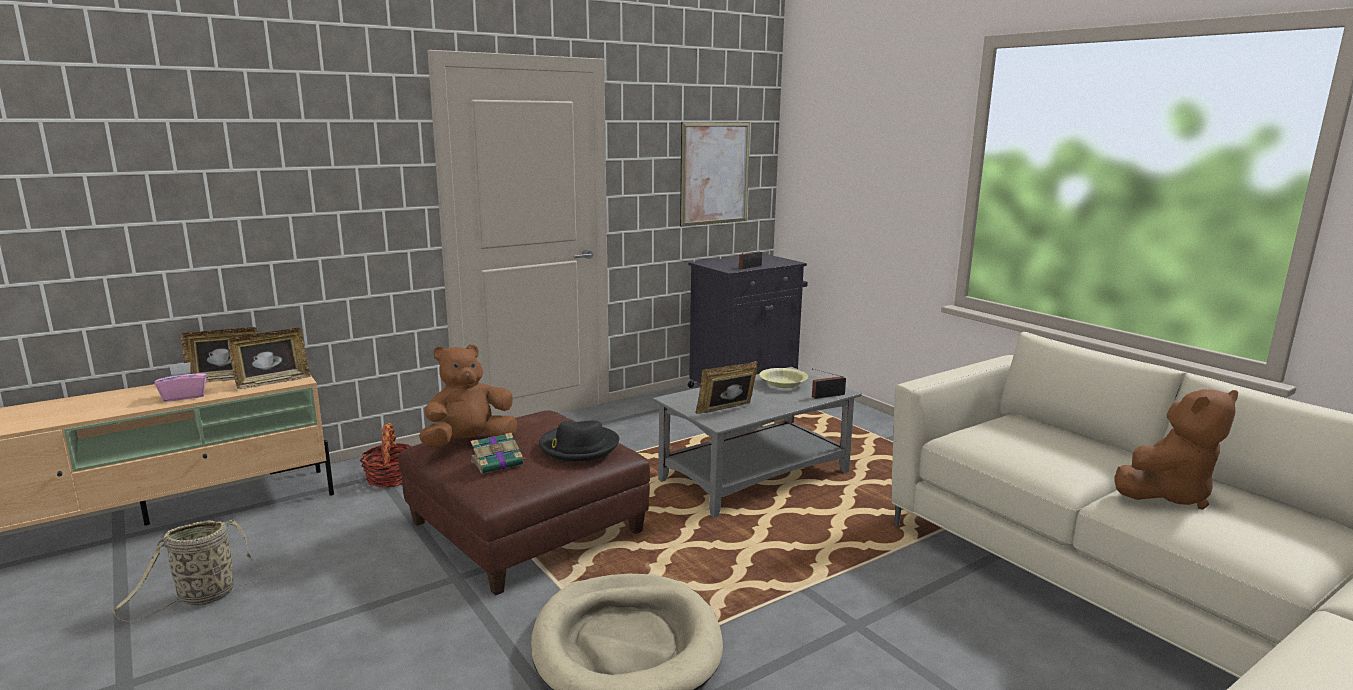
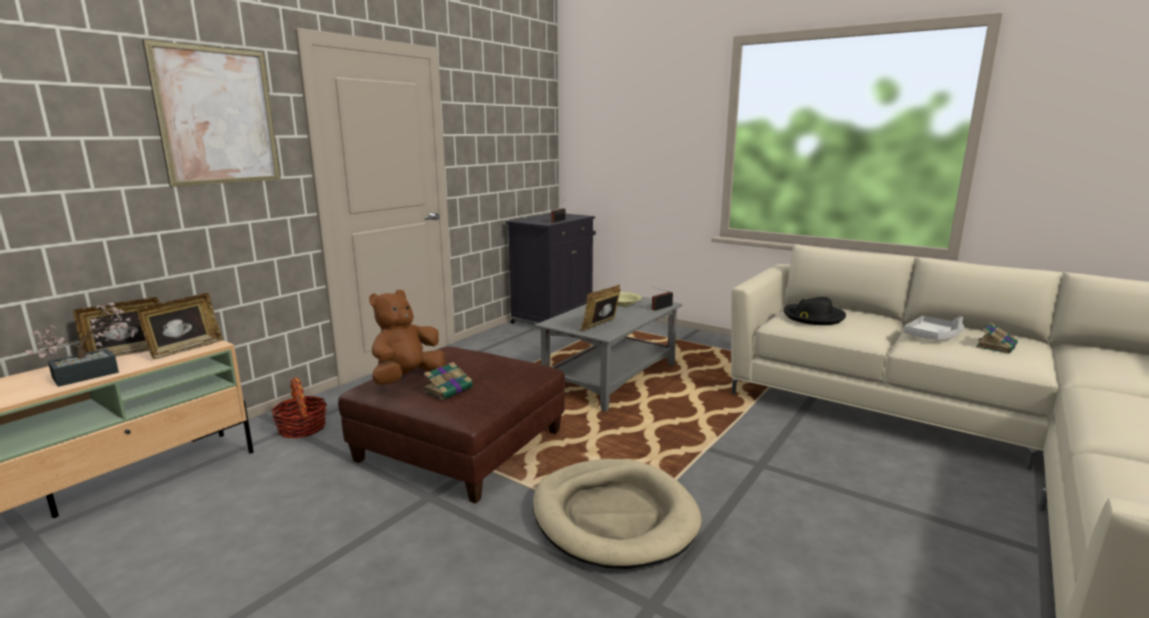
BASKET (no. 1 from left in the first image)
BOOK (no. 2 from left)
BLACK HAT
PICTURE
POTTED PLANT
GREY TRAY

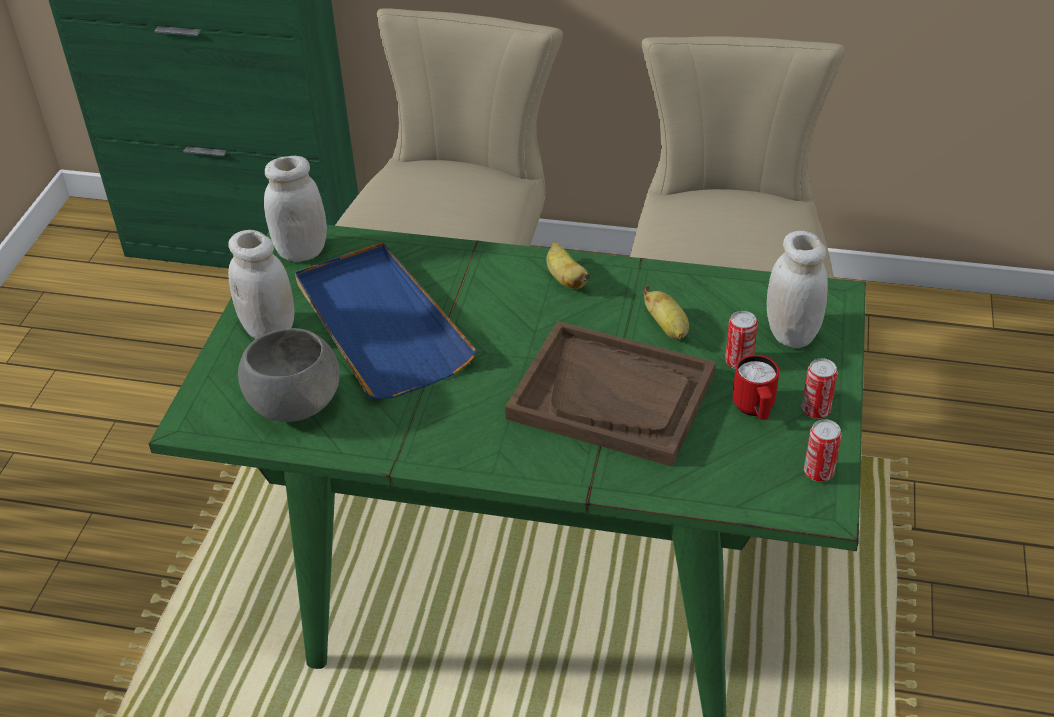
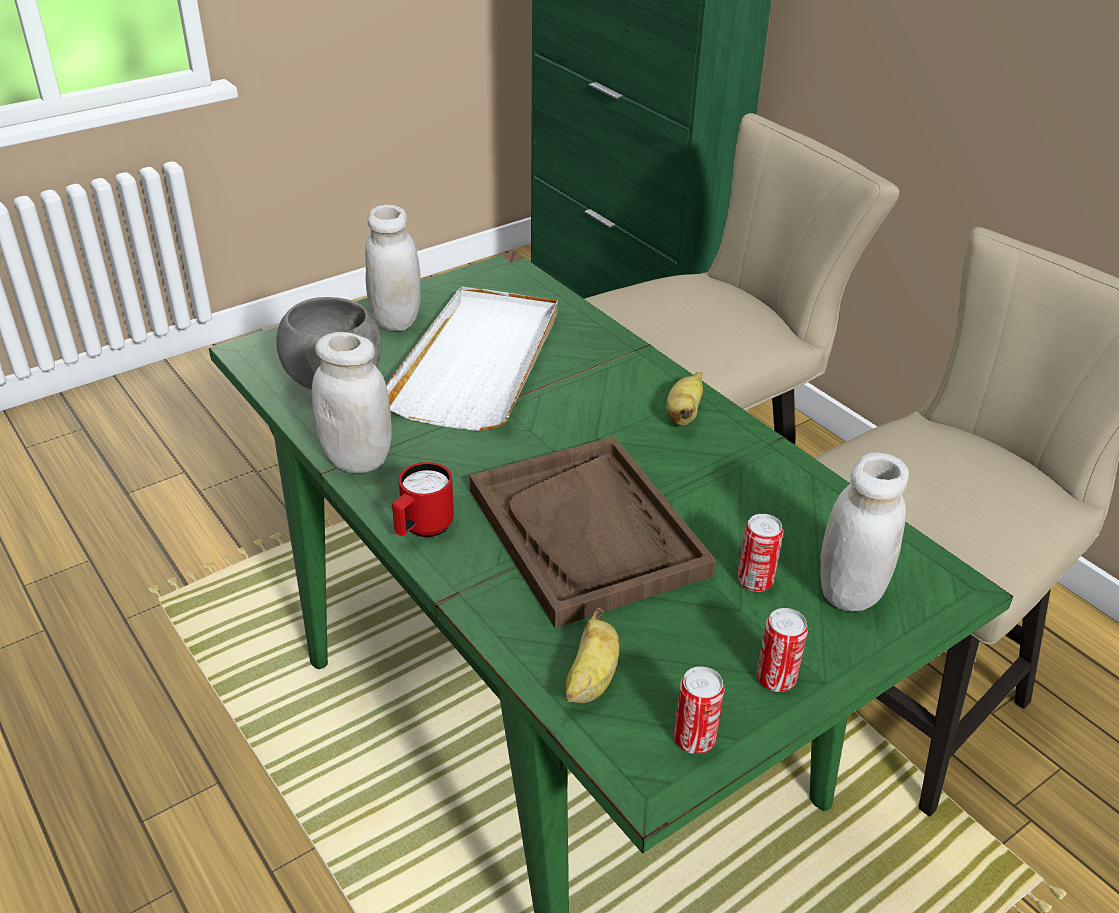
WHITE JAR (no. 1 from left)
BANANA (no. 1 from left)
RED MUG
WHITE TRAY

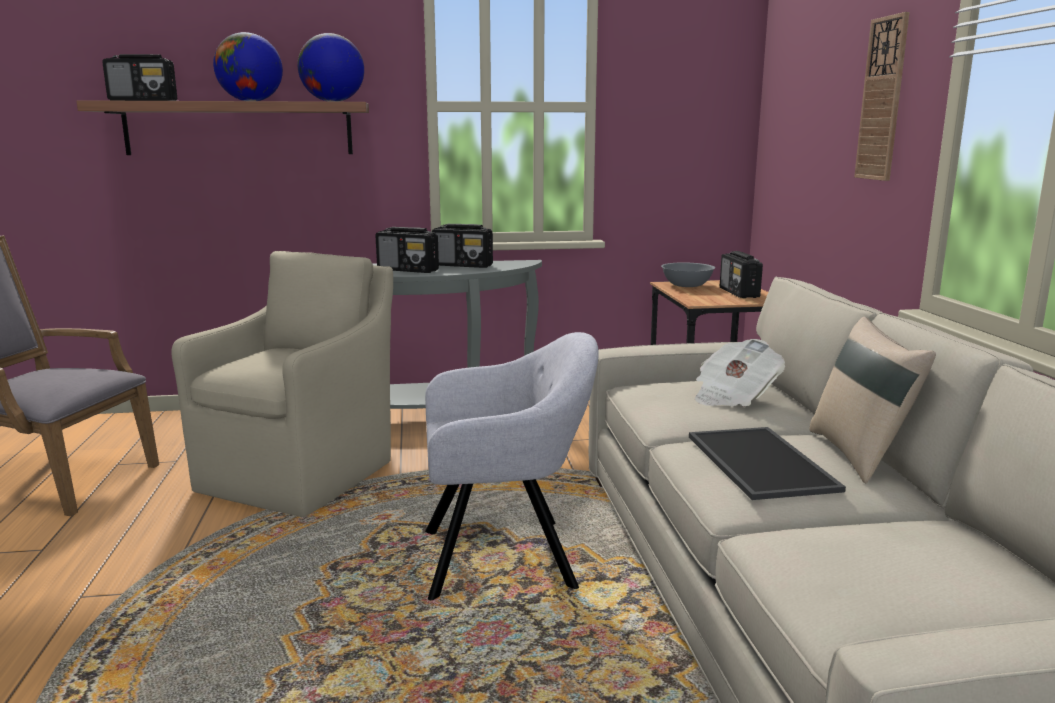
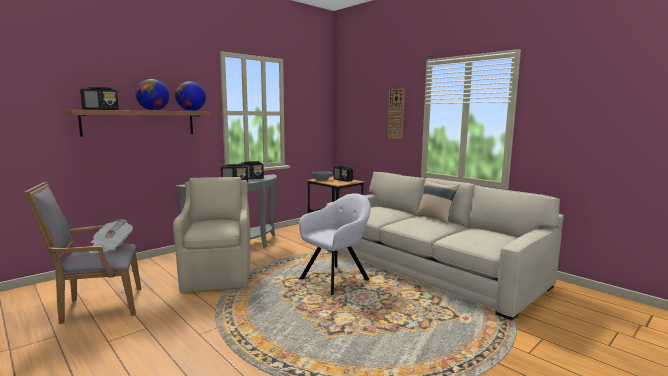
TRAY
NEWSPAPER

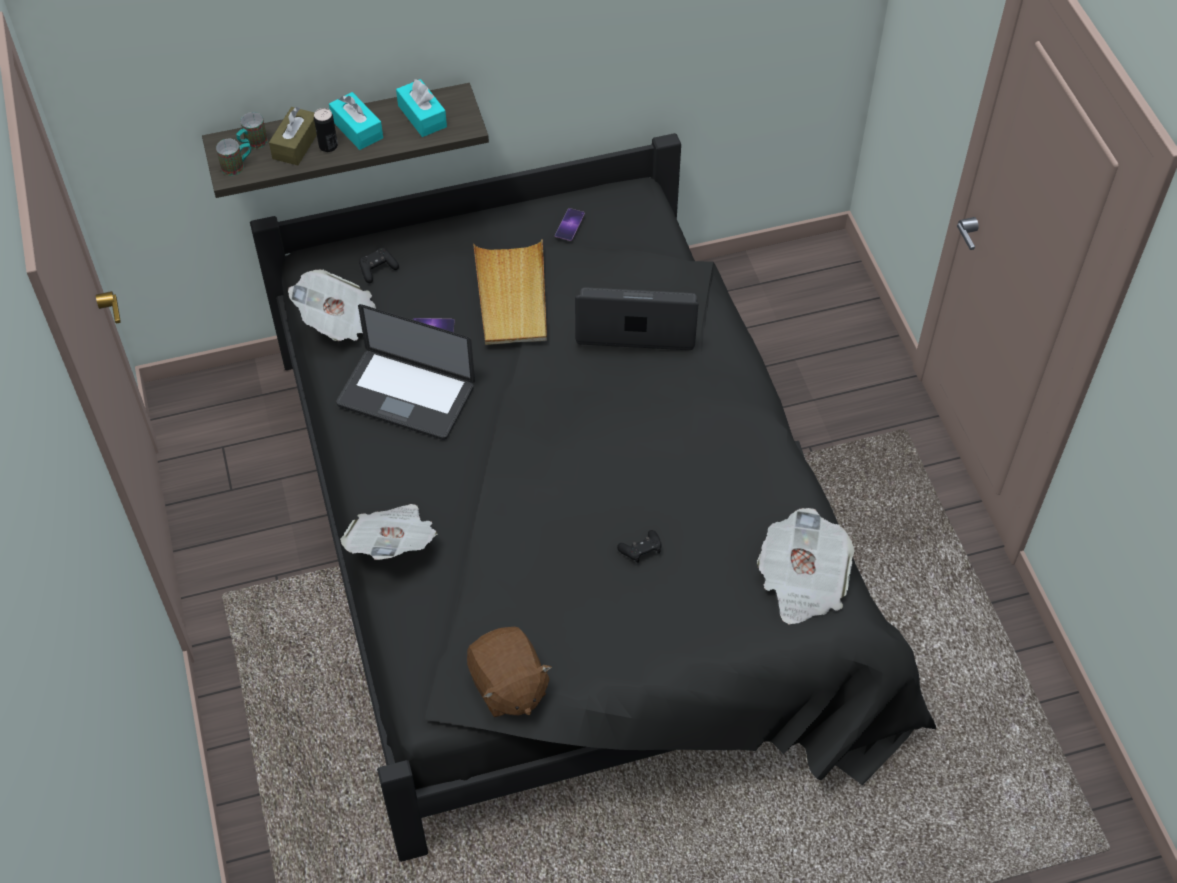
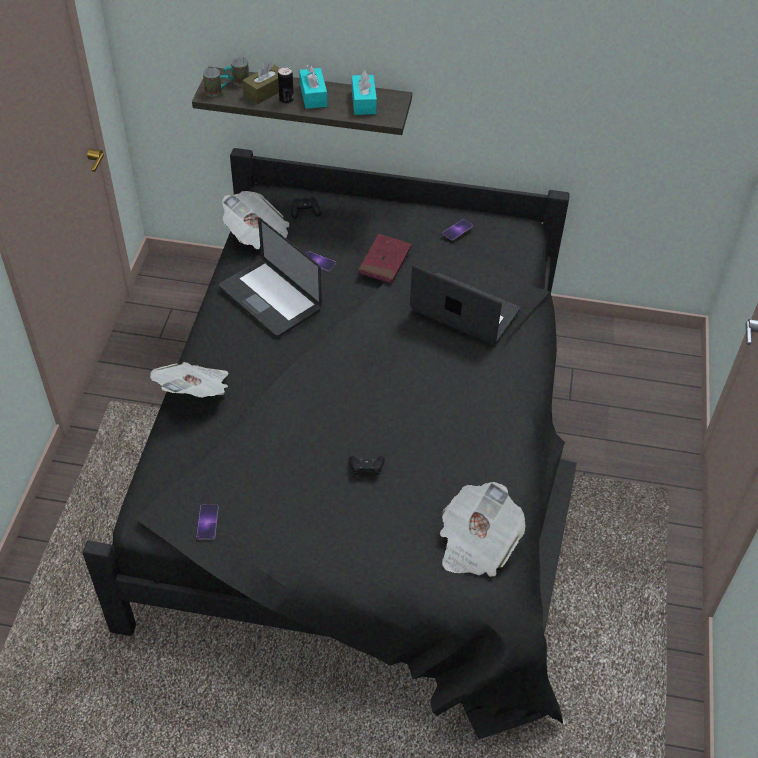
PHONE (no. 1 from left)
RED BOOK

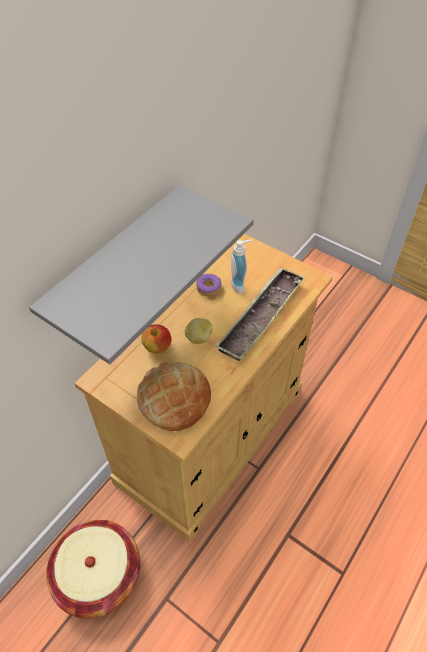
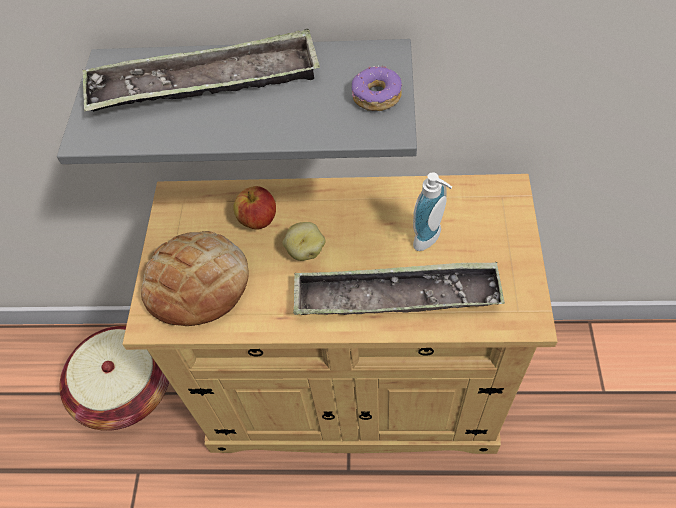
TRAY (no. 1 from left)
DONUT

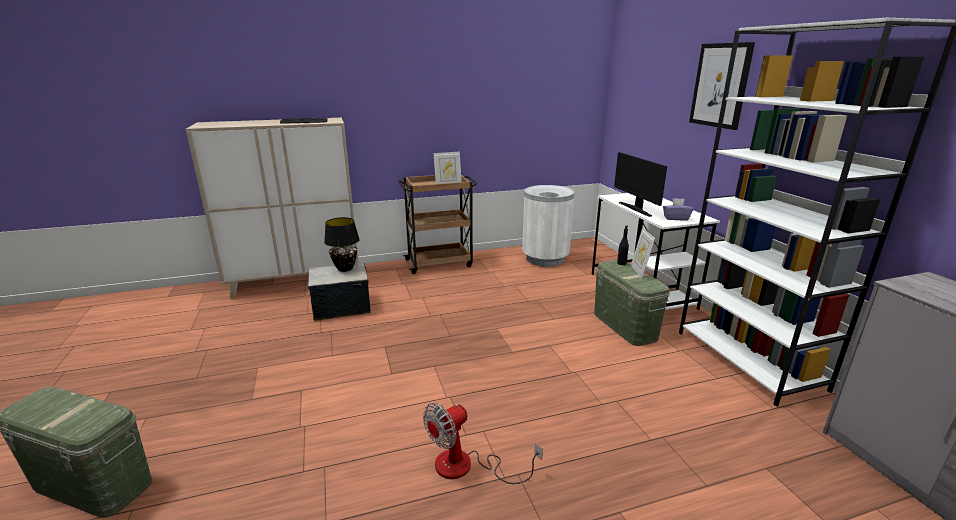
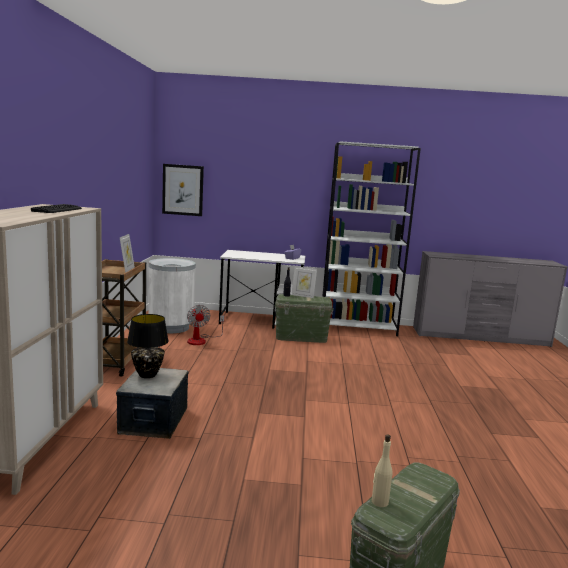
MONITOR
BEIGE BOTTLE
FAN
PICTURE

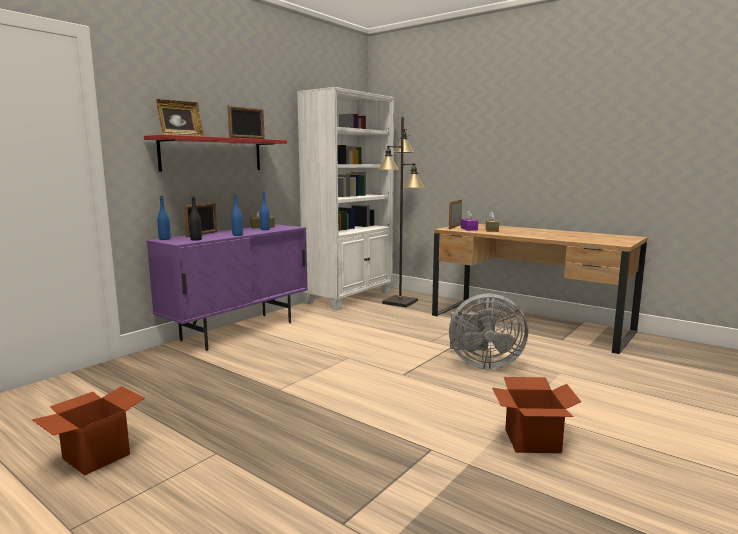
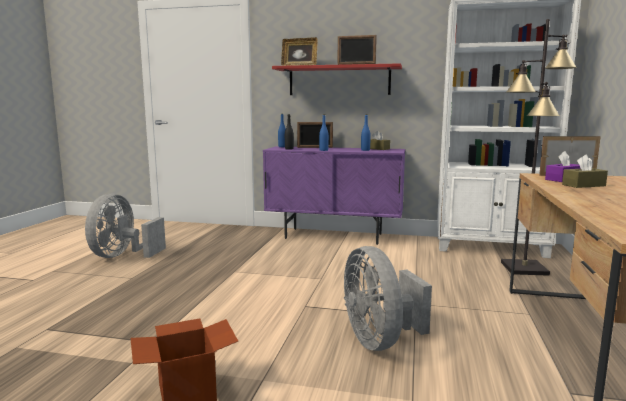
GREY FAN (no. 1 from left)

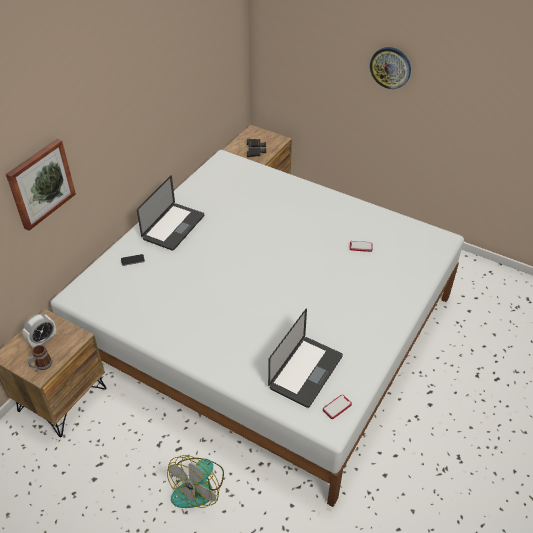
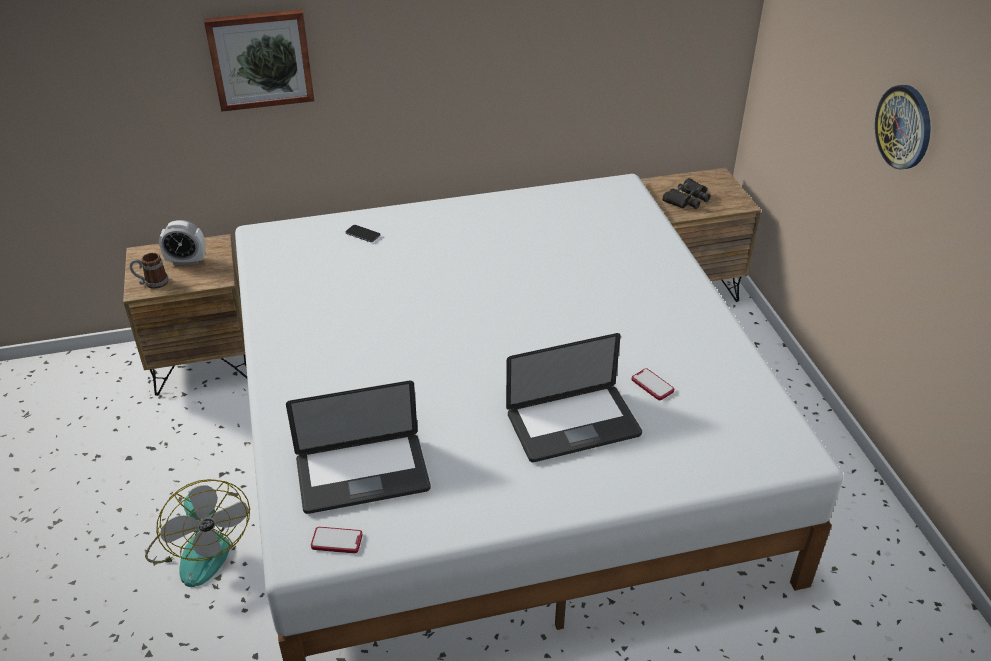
LAPTOP (no. 2 from left)
FAN

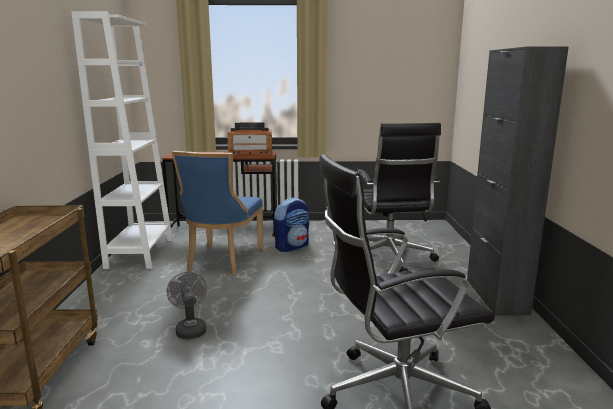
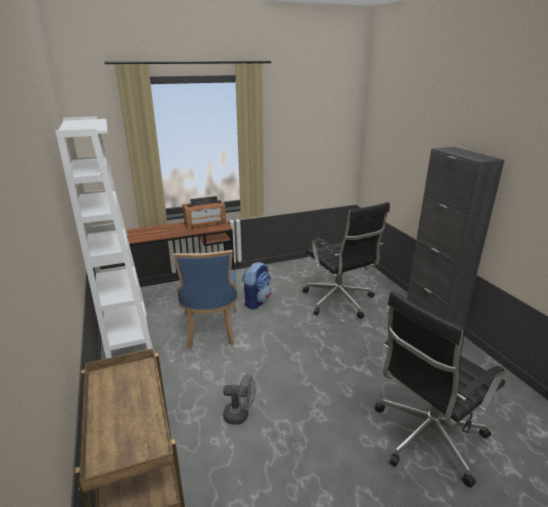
GREY FAN

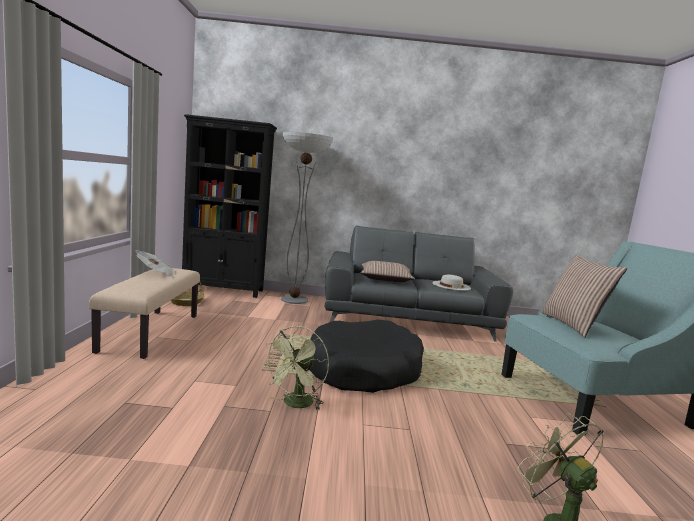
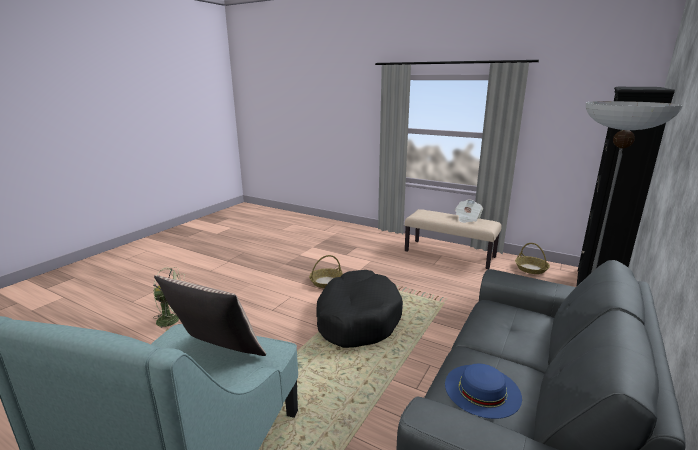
PILLOW (no. 1 from left in the first image)
BASKET (no. 1 from left)
BLUE HAT

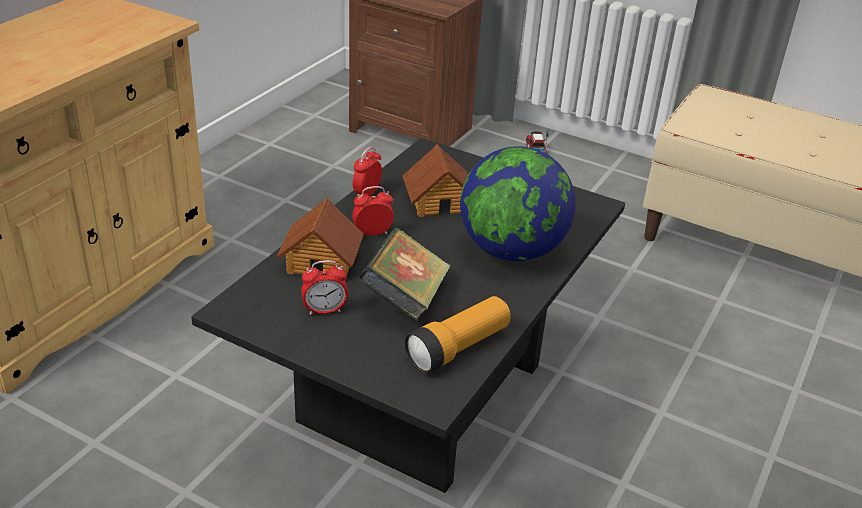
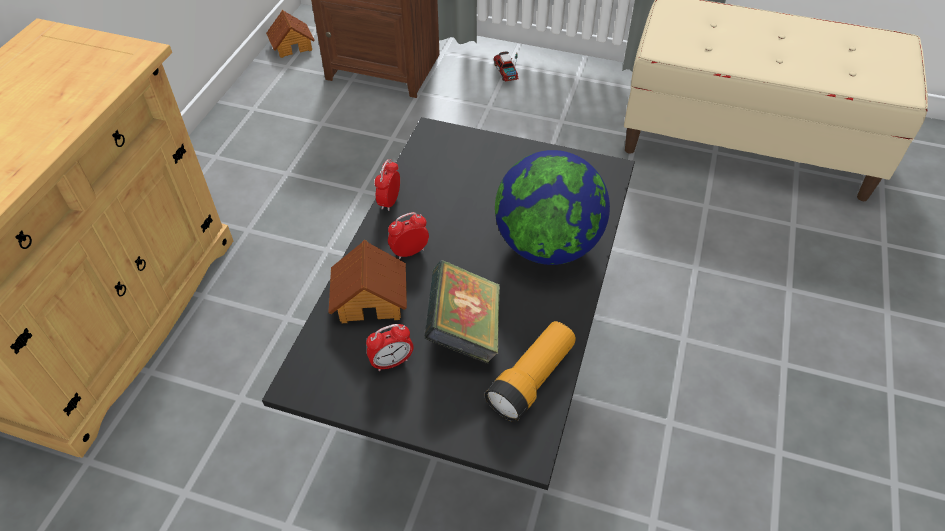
TOY HOUSE (no. 1 from left)

